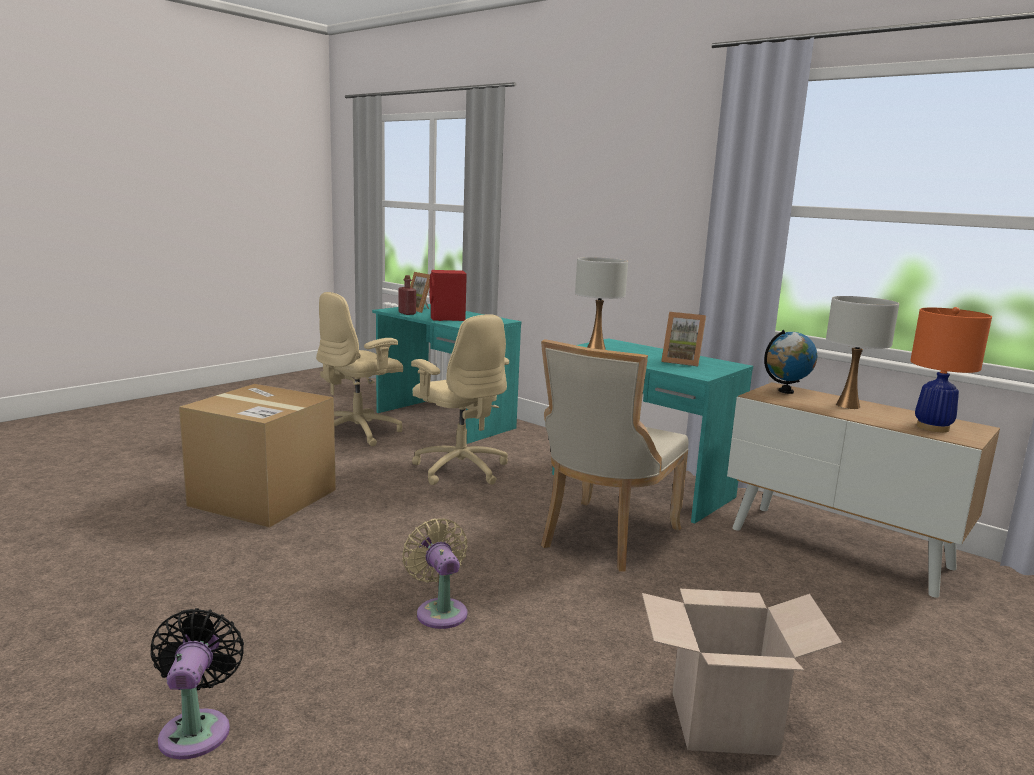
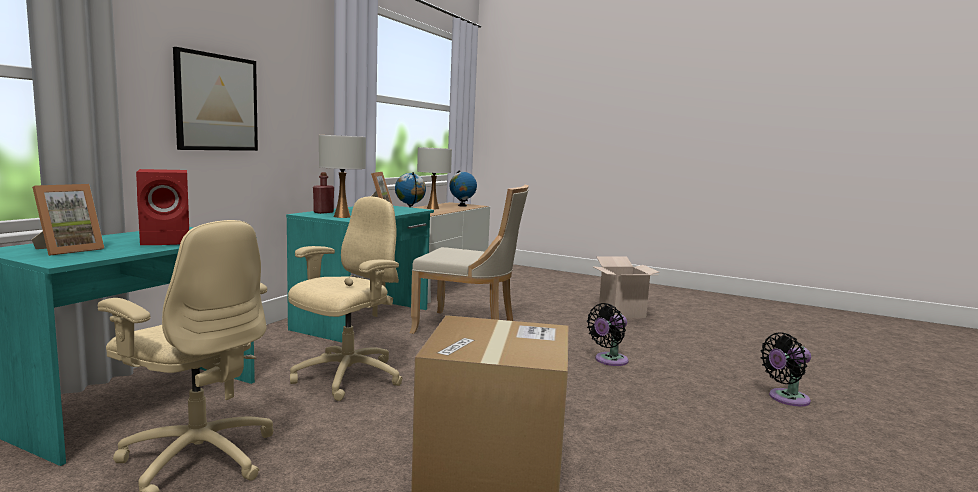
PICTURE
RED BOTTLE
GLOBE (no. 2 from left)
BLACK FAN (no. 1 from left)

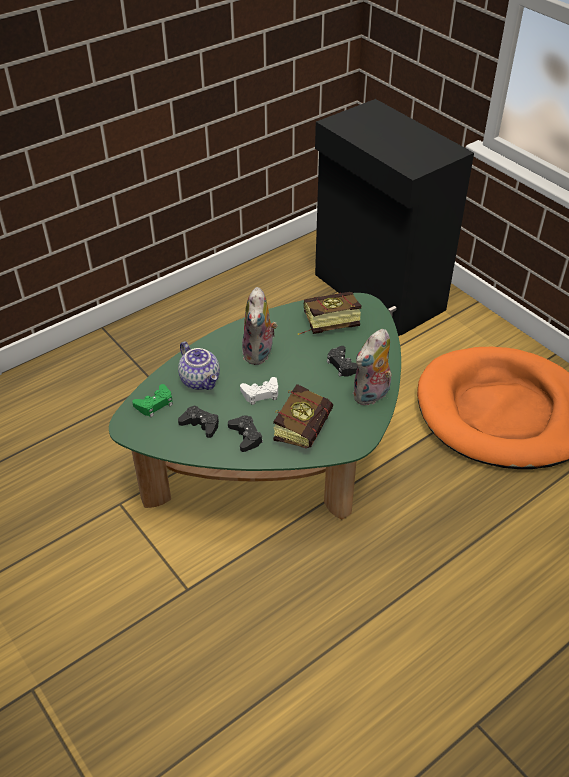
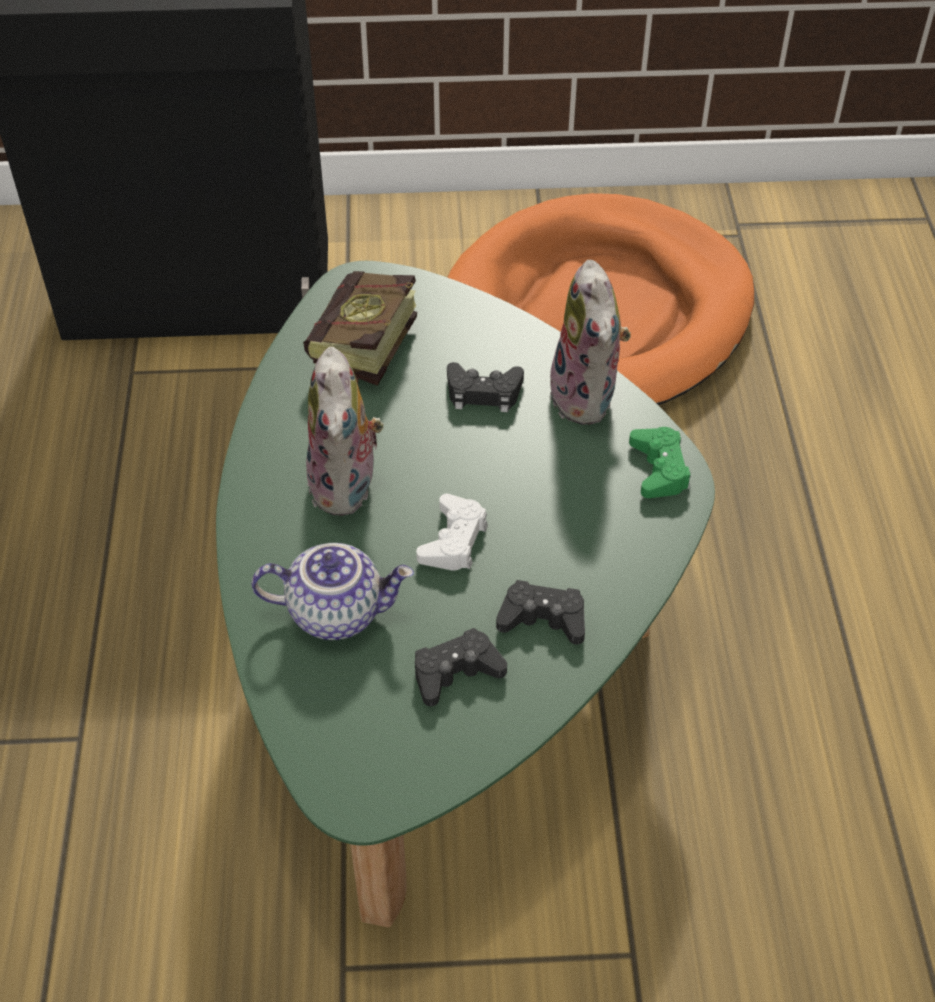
BOOK (no. 1 from left in the first image)
GREEN GAME CONTROLLER
PLUSH TOY (no. 1 from left)

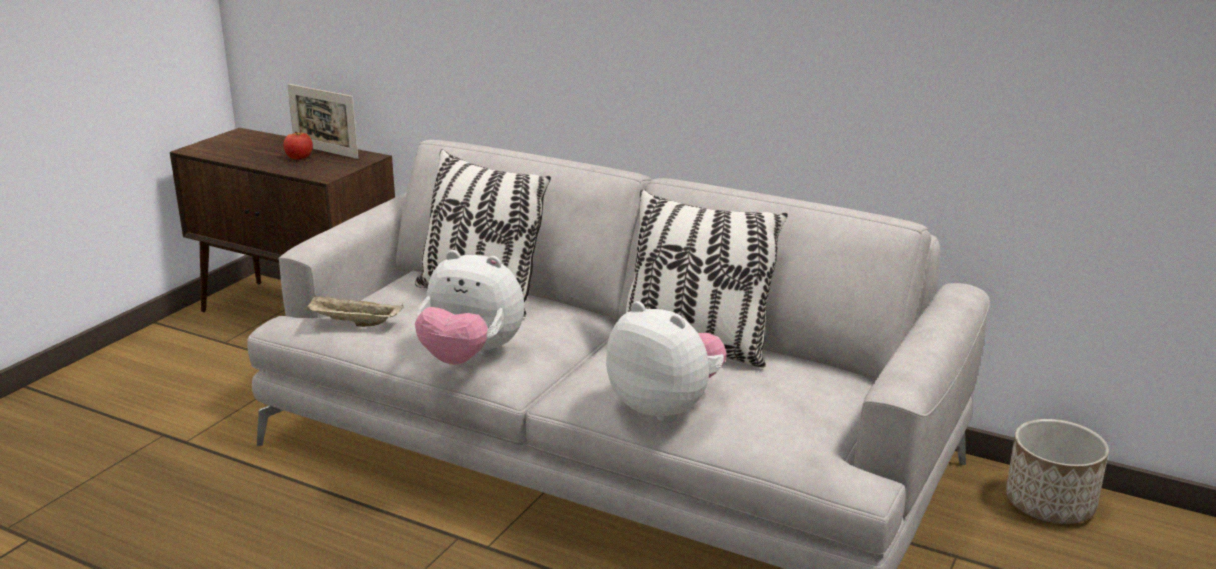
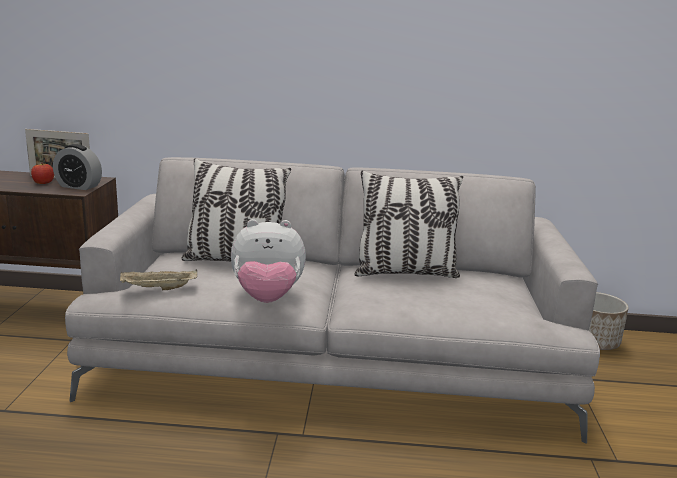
PLUSH TOY (no. 2 from left in the first image)
ALARM CLOCK

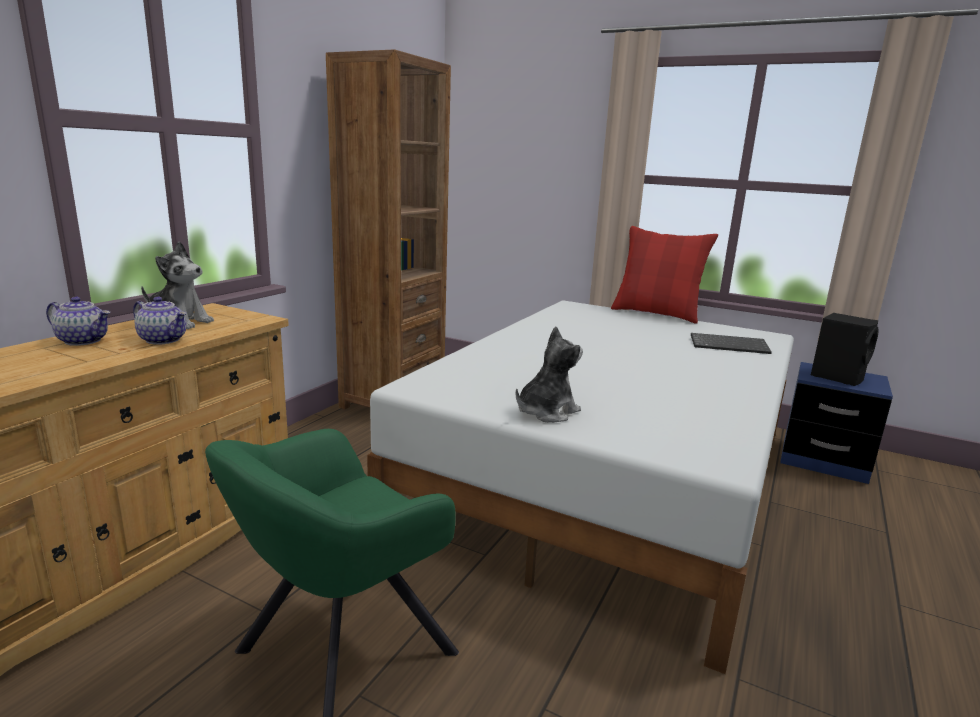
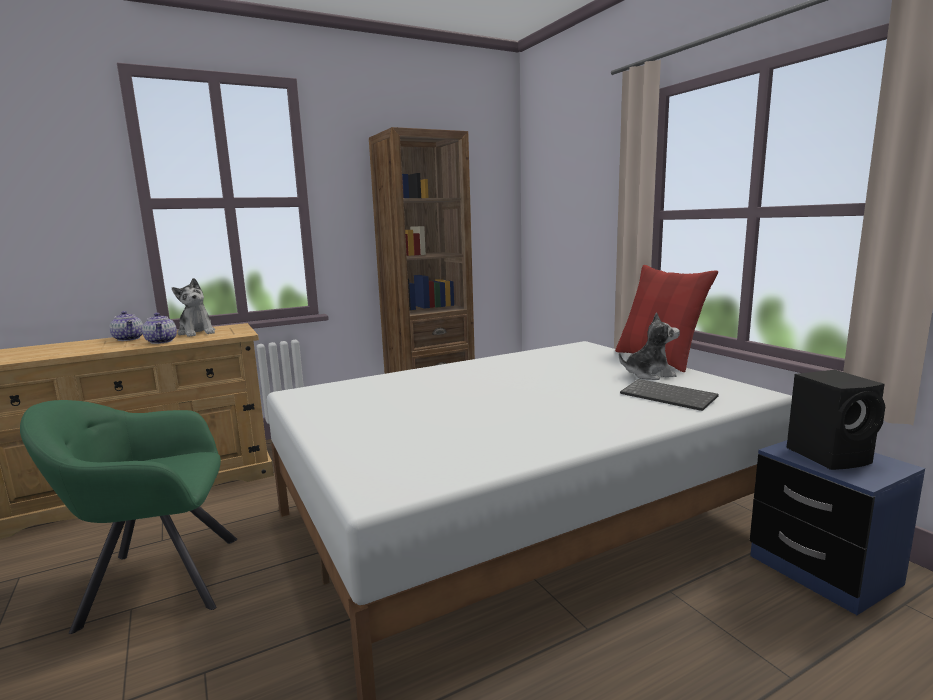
PLUSH TOY (no. 2 from left)

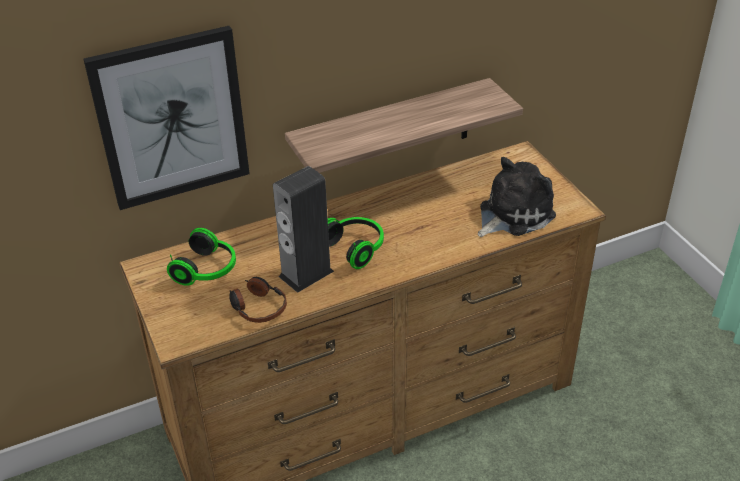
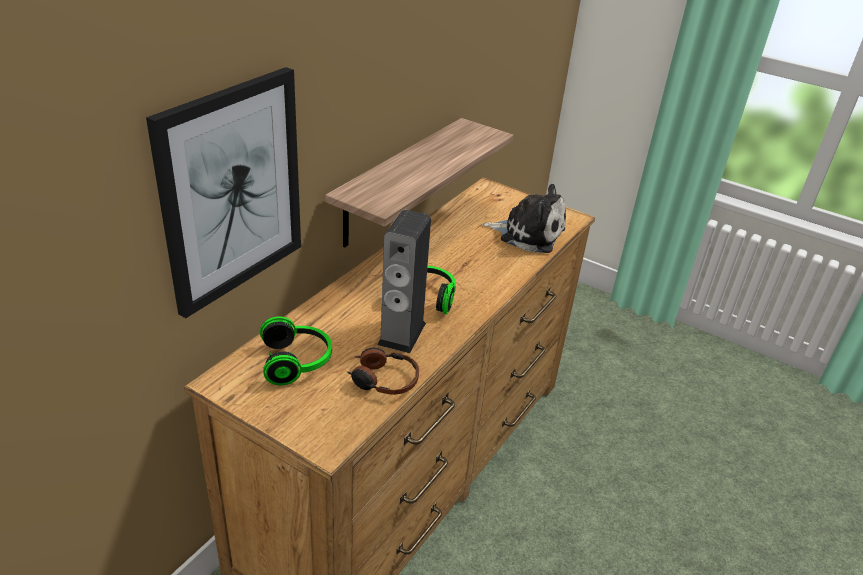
PLUSH TOY

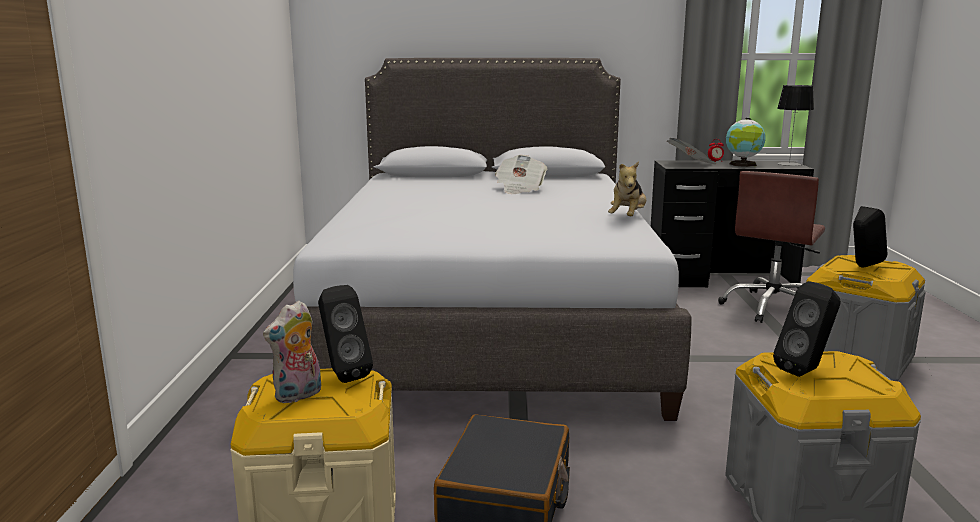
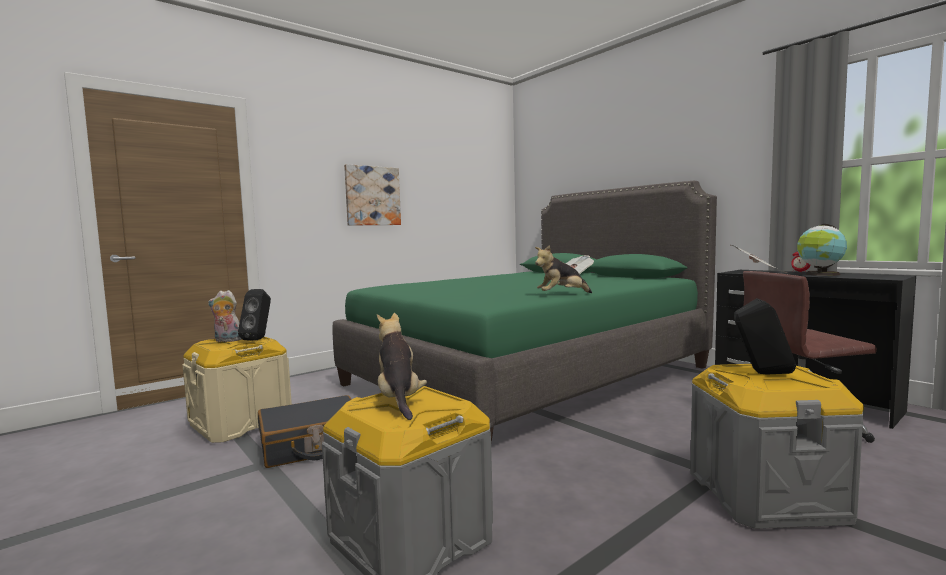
TABLE LAMP
PICTURE
PLUSH TOY (no. 2 from left)
GREEN BED

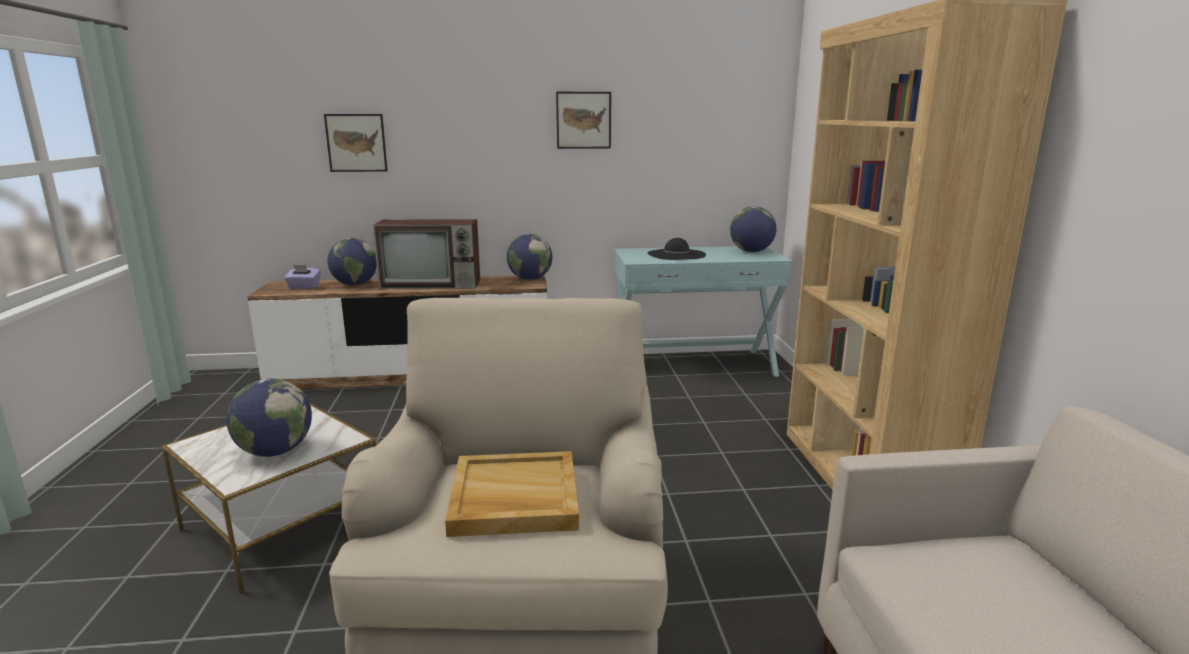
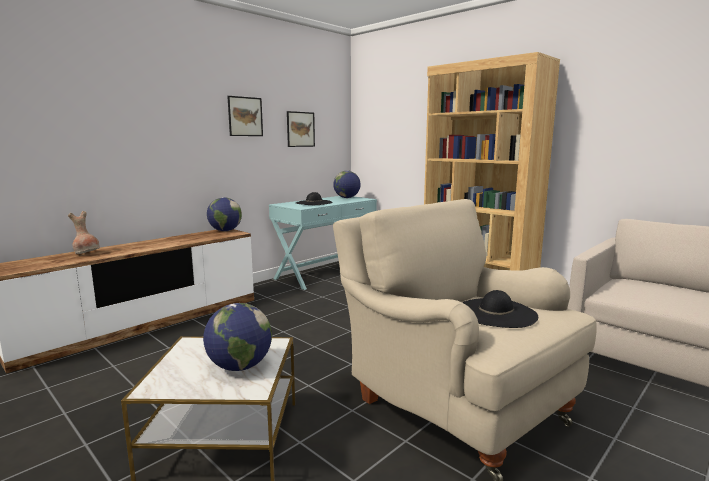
PURPLE TISSUE BOX
TELEVISION
PICTURE (no. 2 from left)
BROWN VASE
BLACK HAT (no. 2 from left)

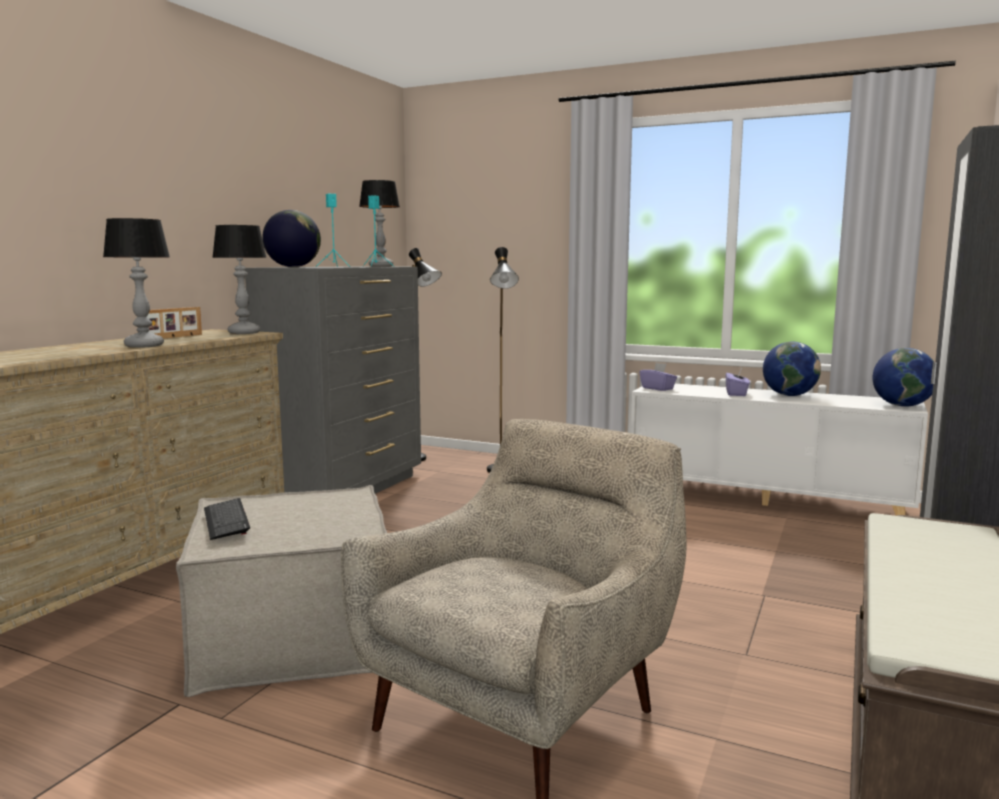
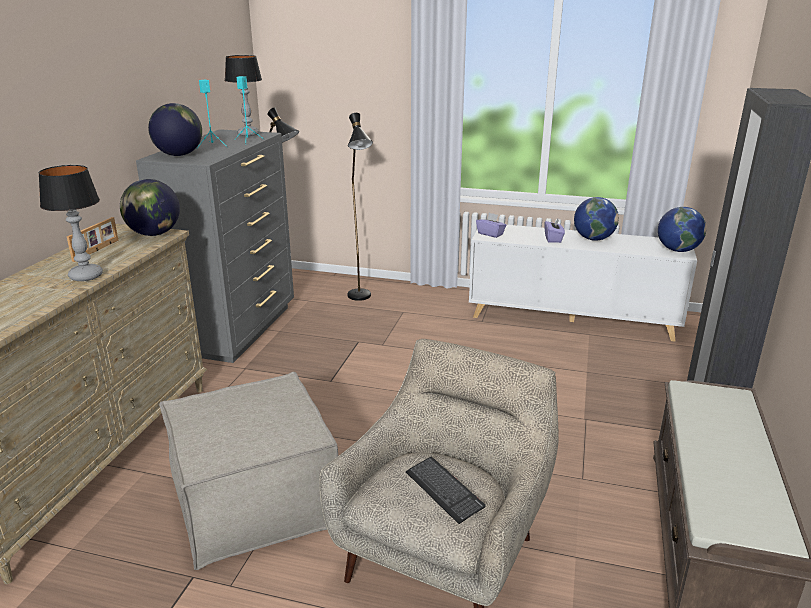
KEYBOARD
GLOBE (no. 1 from left)

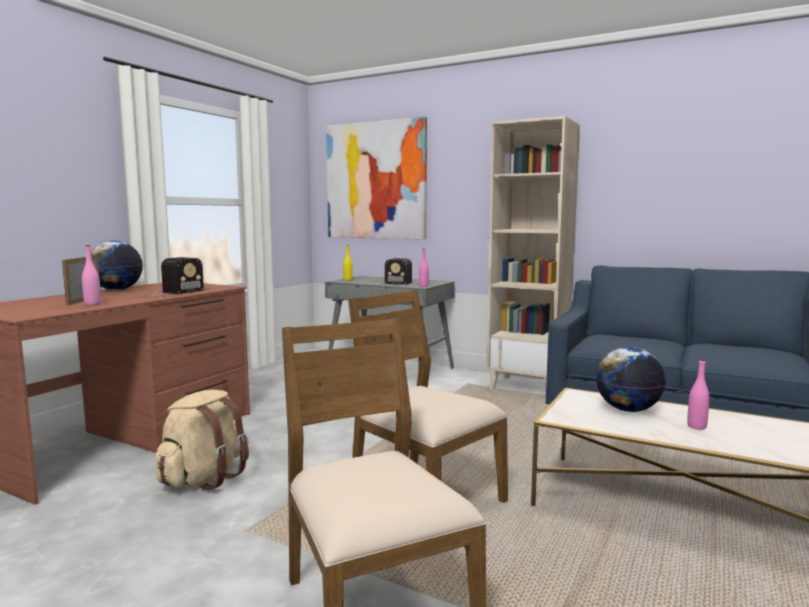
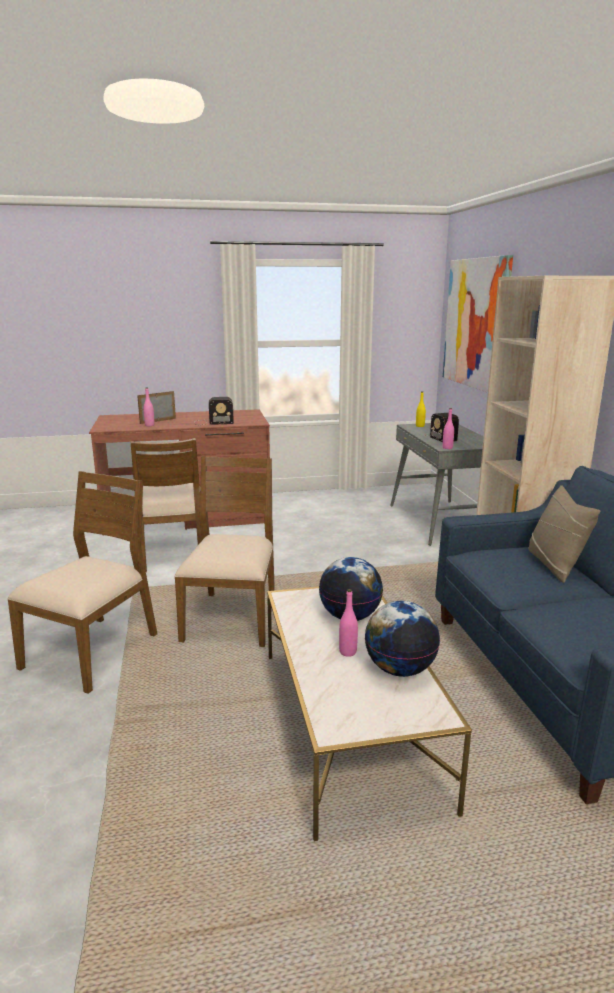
BEIGE PILLOW
GLOBE (no. 2 from left)
BROWN CHAIR (no. 2 from left)

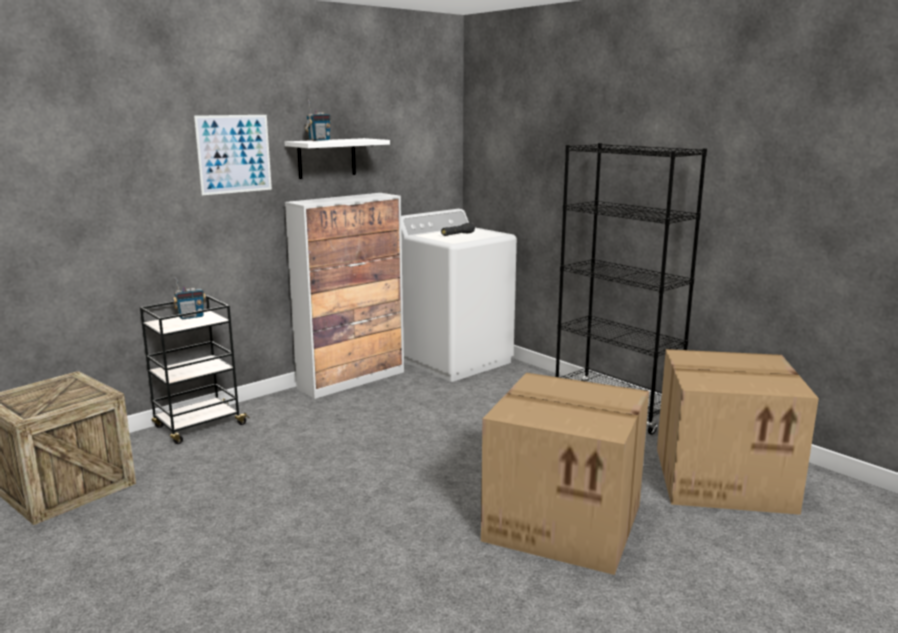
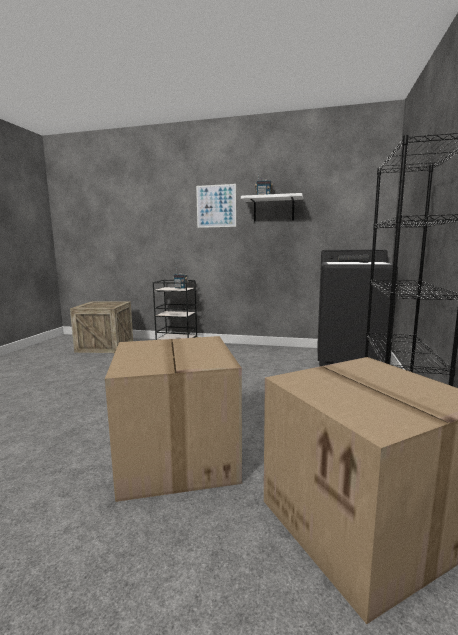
CABINET
BLACK WASHING MACHINE

